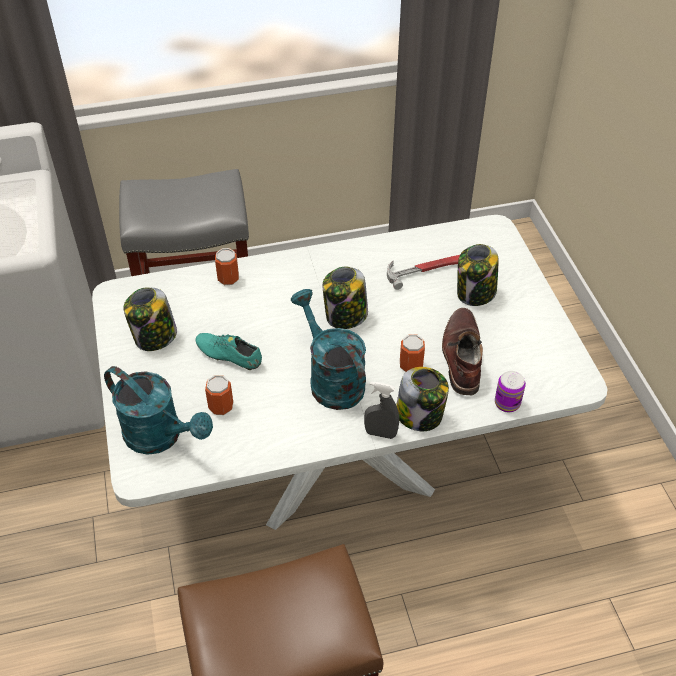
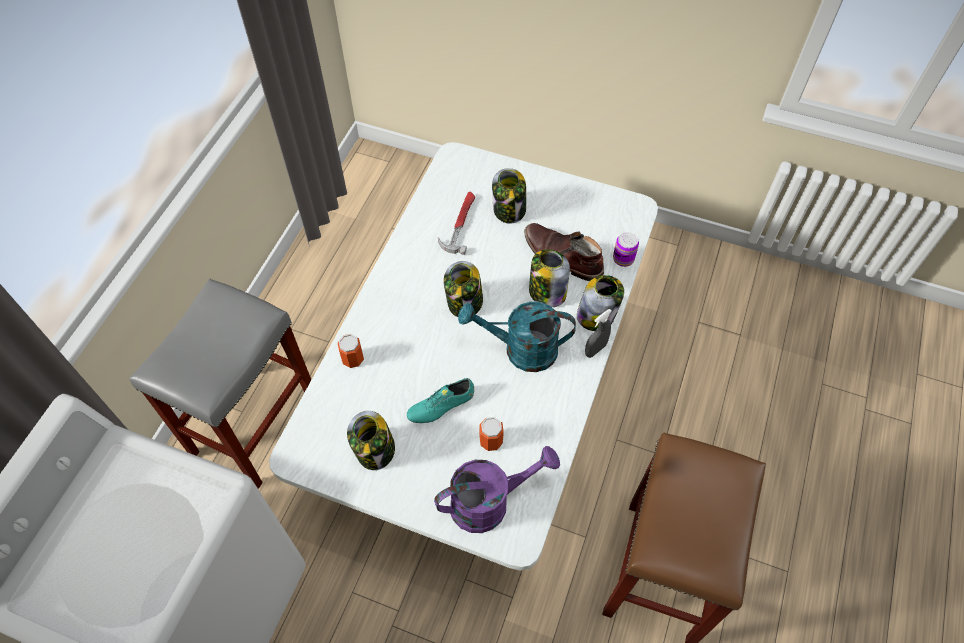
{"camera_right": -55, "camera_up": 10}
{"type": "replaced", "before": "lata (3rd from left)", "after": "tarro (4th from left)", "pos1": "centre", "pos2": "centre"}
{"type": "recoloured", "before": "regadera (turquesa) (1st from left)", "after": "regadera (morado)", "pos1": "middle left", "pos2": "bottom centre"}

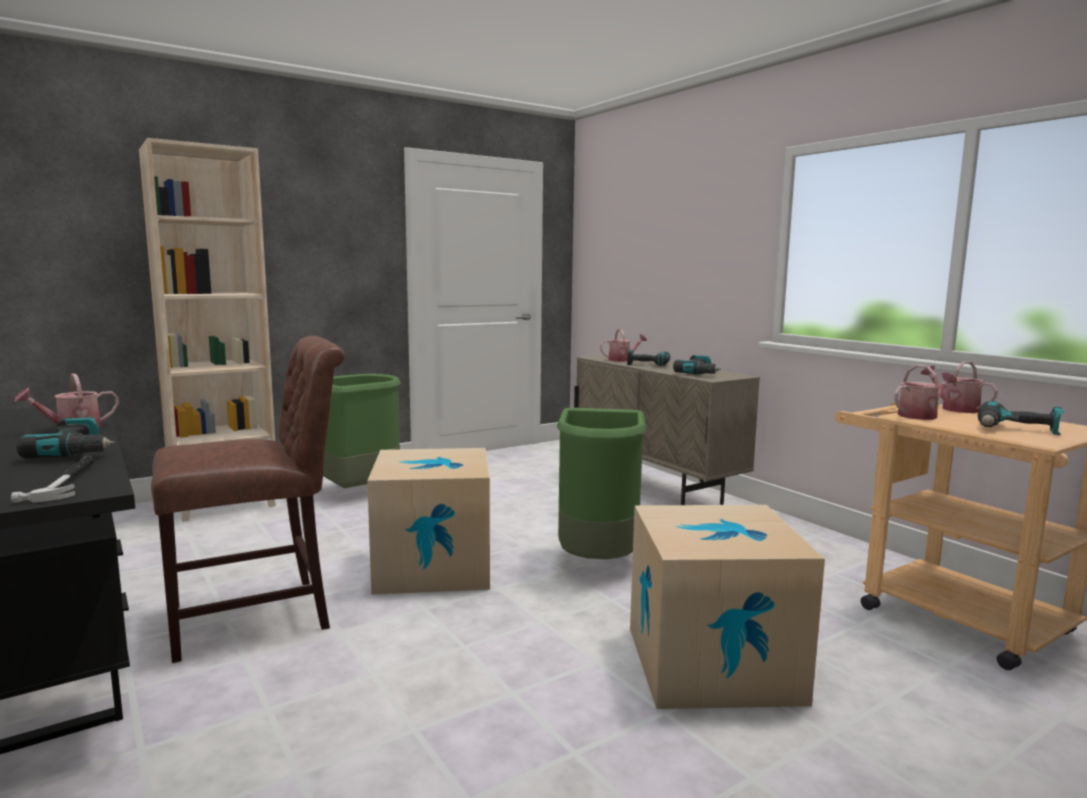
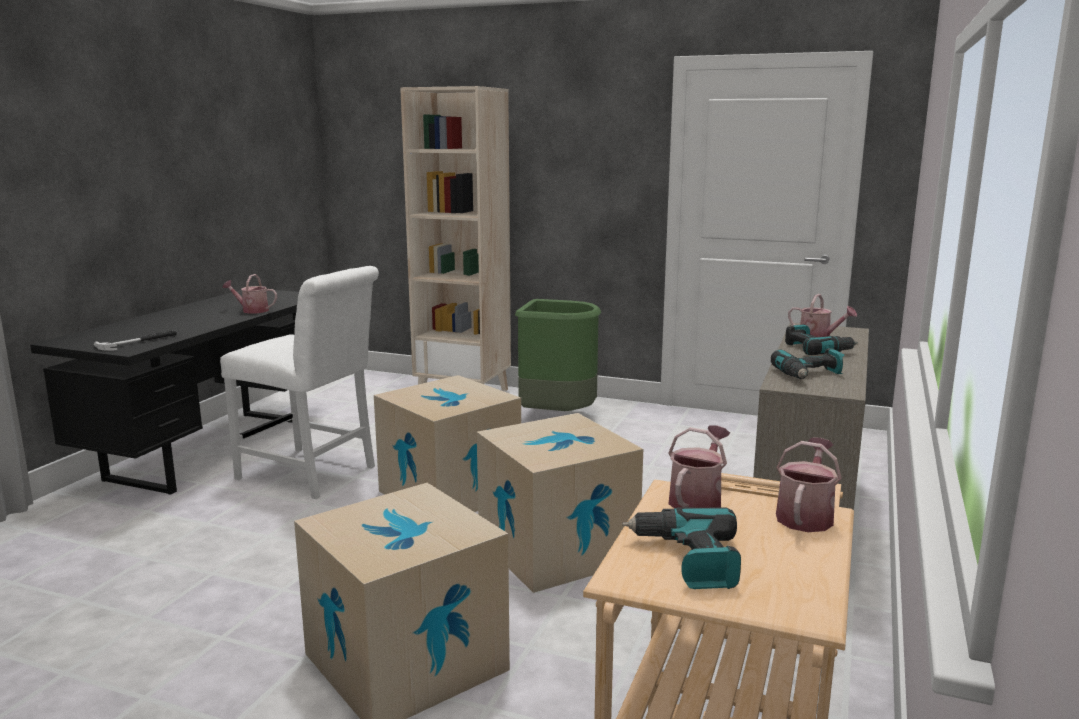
{"camera_right": 55, "camera_up": 5}
{"type": "removed", "before": "taladro (1st from left)", "pos1": "middle left"}
{"type": "replaced", "before": "papelera (verde) (2nd from left)", "after": "caja de cartón (3rd from left)", "pos1": "centre", "pos2": "bottom centre"}
{"type": "recoloured", "before": "silla (marrón)", "after": "silla (blanco)", "pos1": "middle left", "pos2": "middle left"}
{"type": "turned", "before": "regadera (3rd from left in the first image)", "pos1": "middle right", "pos2": "centre", "turn": -90}

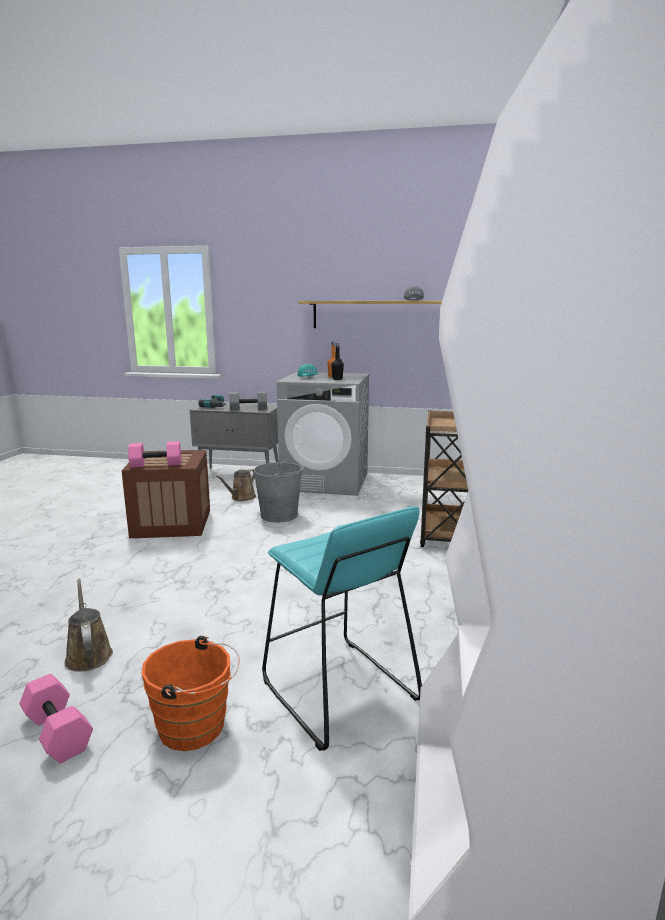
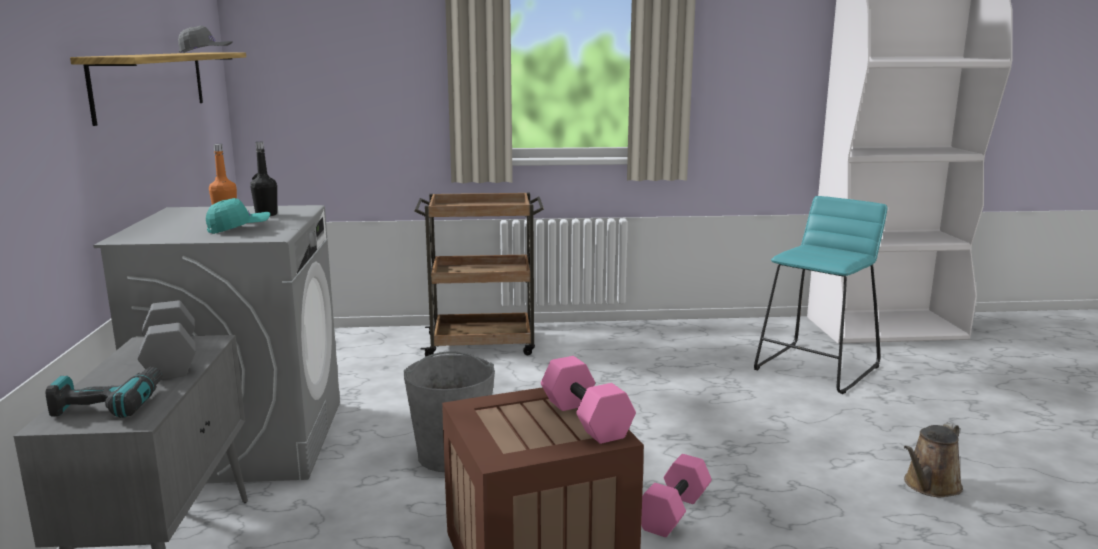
{"camera_right": -105, "camera_up": 0}
{"type": "removed", "before": "cubo (naranja)", "pos1": "bottom left"}
{"type": "removed", "before": "regadera (marrón) (2nd from left)", "pos1": "centre"}
{"type": "moved", "before": "mancuerna (rosa) (1st from left in the first image)", "after": "mancuerna (rosa) (2nd from left)", "pos1": "bottom left", "pos2": "bottom centre"}

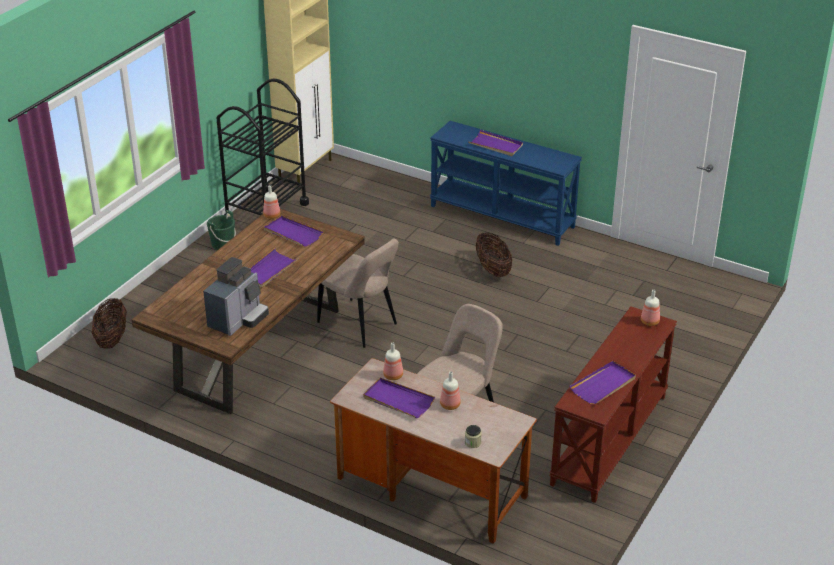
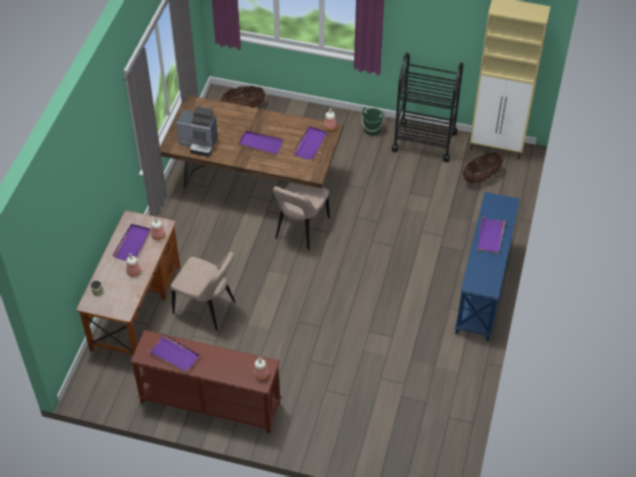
{"camera_right": 75, "camera_up": 15}
{"type": "moved", "before": "cesta (2nd from left)", "pos1": "centre", "pos2": "middle right"}

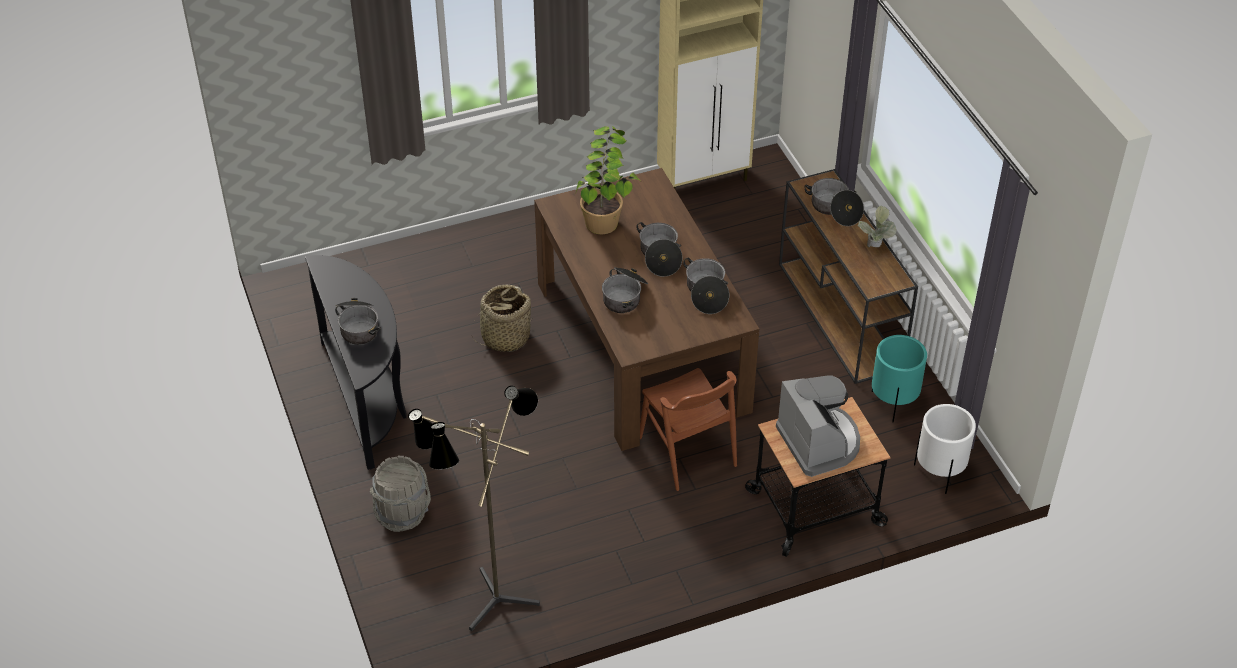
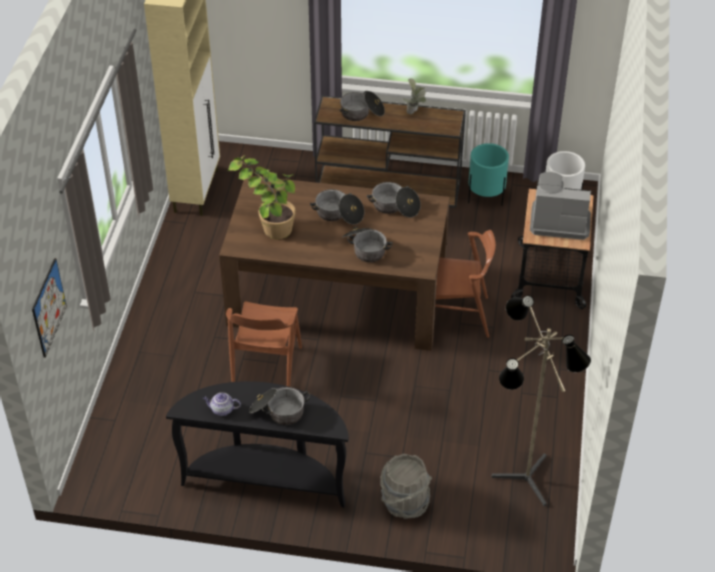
{"camera_right": -60, "camera_up": 0}
{"type": "added", "after": "cuadro", "pos2": "middle left"}
{"type": "added", "after": "tetera", "pos2": "bottom left"}
{"type": "replaced", "before": "cesta", "after": "silla (marrón) (1st from left)", "pos1": "centre", "pos2": "centre"}

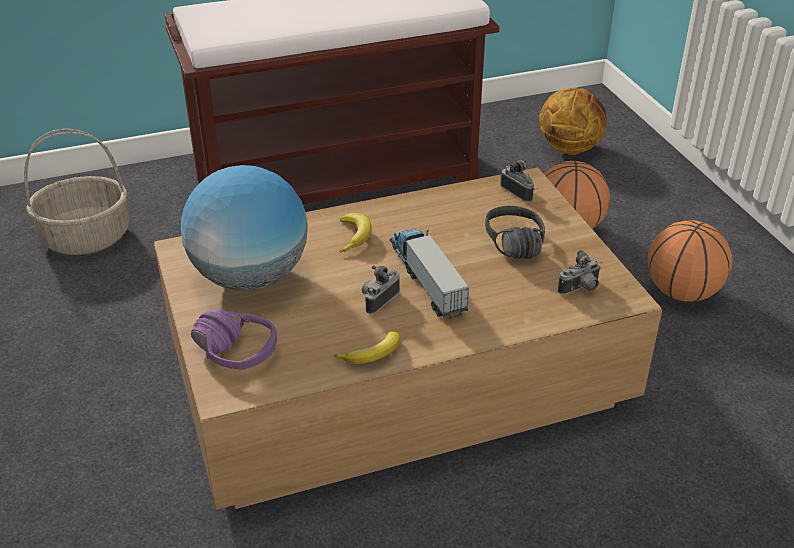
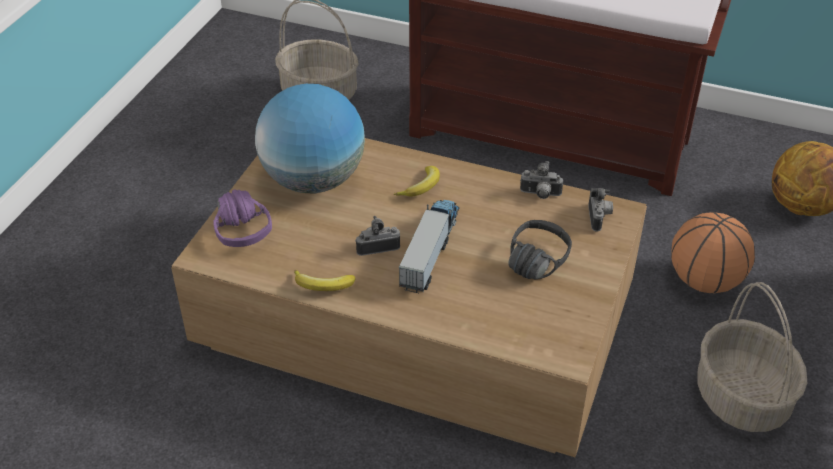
{"camera_right": 40, "camera_up": 5}
{"type": "moved", "before": "cámara (3rd from left in the first image)", "after": "cámara (2nd from left)", "pos1": "middle right", "pos2": "centre"}
{"type": "replaced", "before": "balón de baloncesto (3rd from left)", "after": "cesta (2nd from left)", "pos1": "middle right", "pos2": "bottom right"}

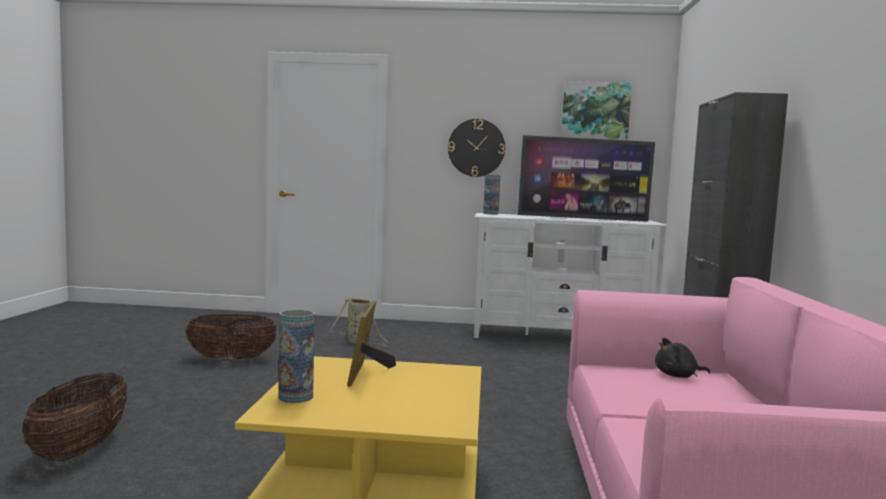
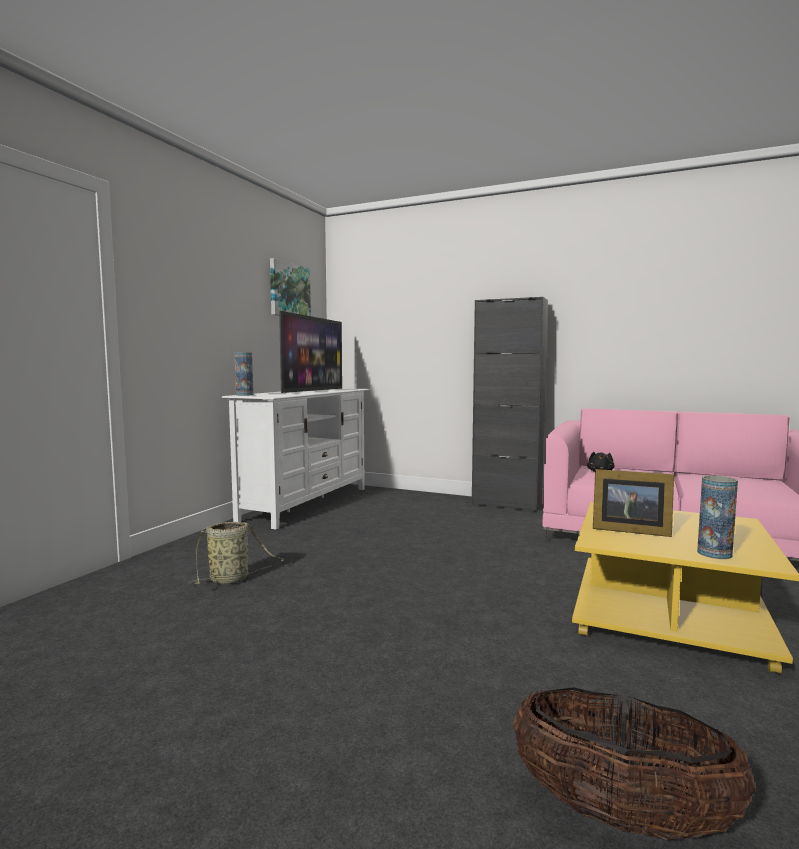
{"camera_right": -70, "camera_up": 0}
{"type": "removed", "before": "cesta (2nd from left)", "pos1": "bottom left"}
{"type": "removed", "before": "reloj de pared", "pos1": "top centre"}

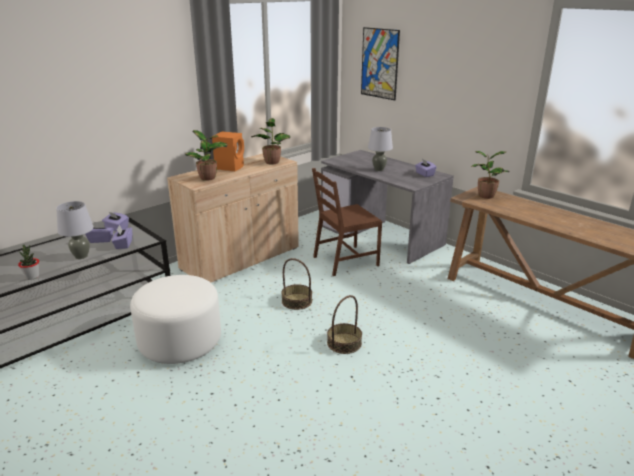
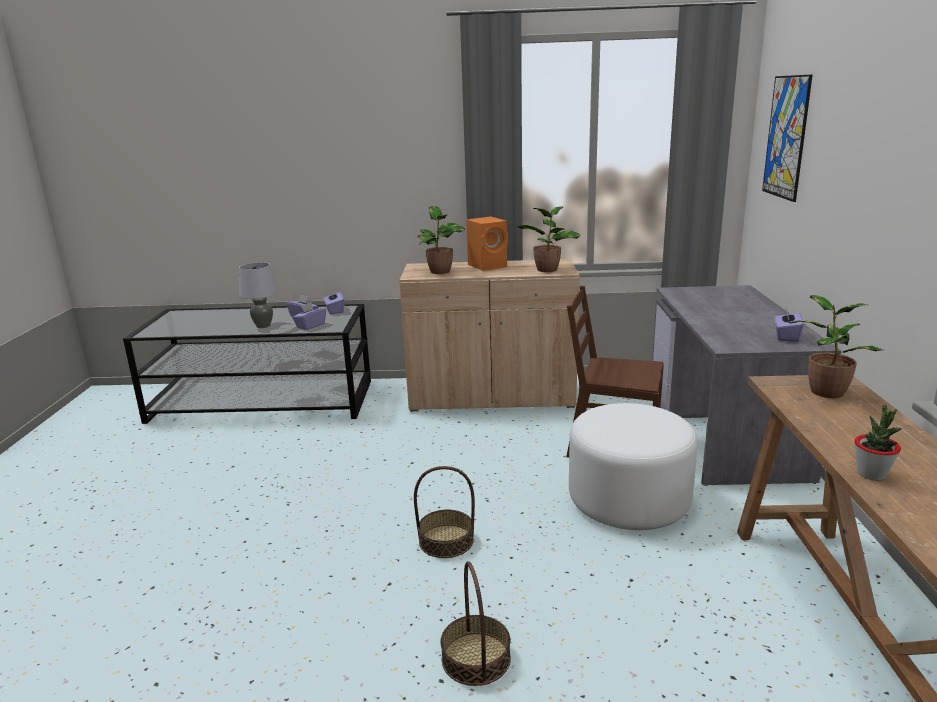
{"camera_right": 45, "camera_up": -5}
{"type": "removed", "before": "lámpara de mesa (gris) (2nd from left)", "pos1": "top centre"}
{"type": "moved", "before": "planta en maceta (1st from left in the first image)", "after": "planta en maceta (4th from left)", "pos1": "middle left", "pos2": "middle right"}
{"type": "moved", "before": "puf (blanco)", "pos1": "bottom left", "pos2": "middle right"}
{"type": "moved", "before": "cesta (1st from left in the first image)", "after": "cesta (2nd from left)", "pos1": "centre", "pos2": "bottom centre"}

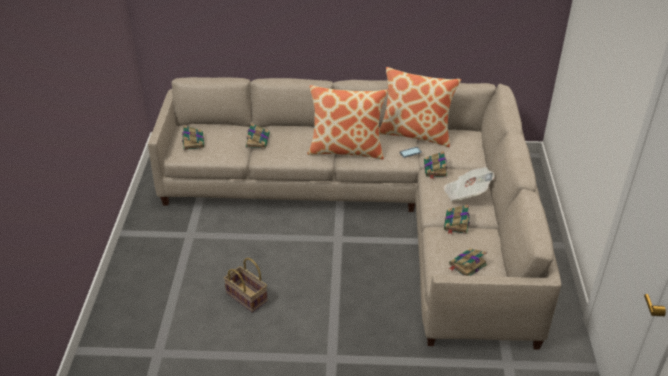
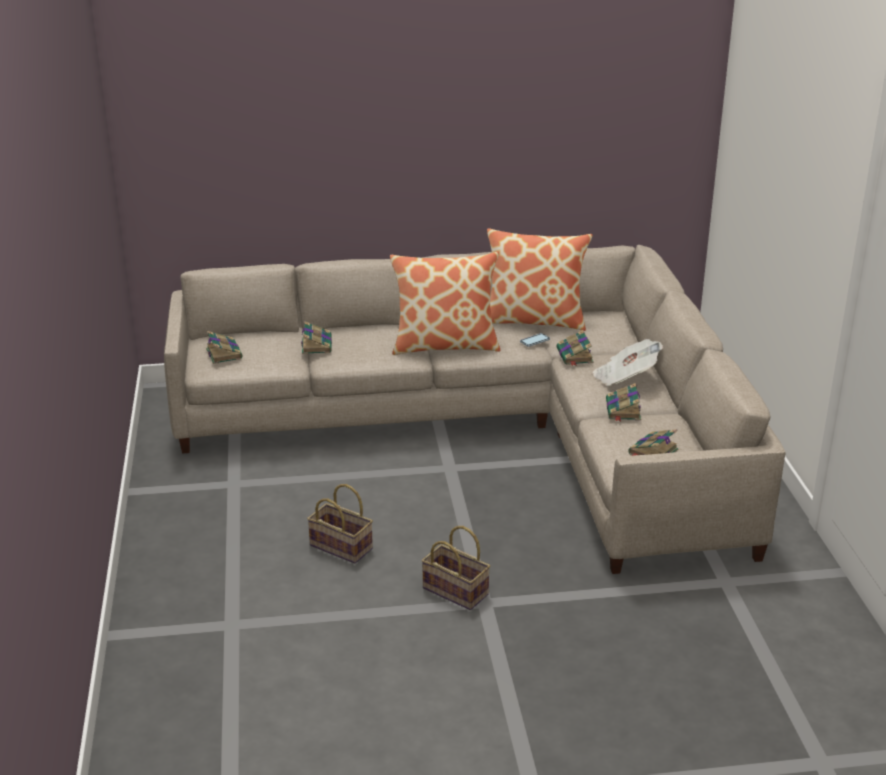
{"camera_right": -10, "camera_up": -10}
{"type": "added", "after": "cesta (2nd from left)", "pos2": "bottom centre"}

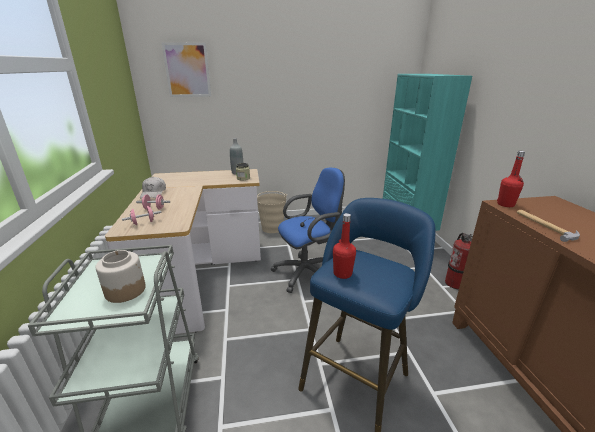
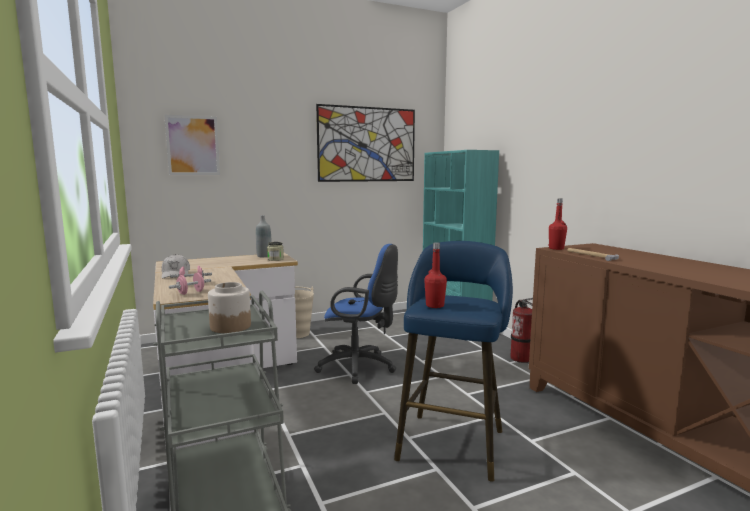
{"camera_right": -15, "camera_up": -15}
{"type": "added", "after": "cuadro (2nd from left)", "pos2": "top centre"}
{"type": "turned", "before": "silla de oficina (azul)", "pos1": "centre", "pos2": "centre", "turn": 60}

